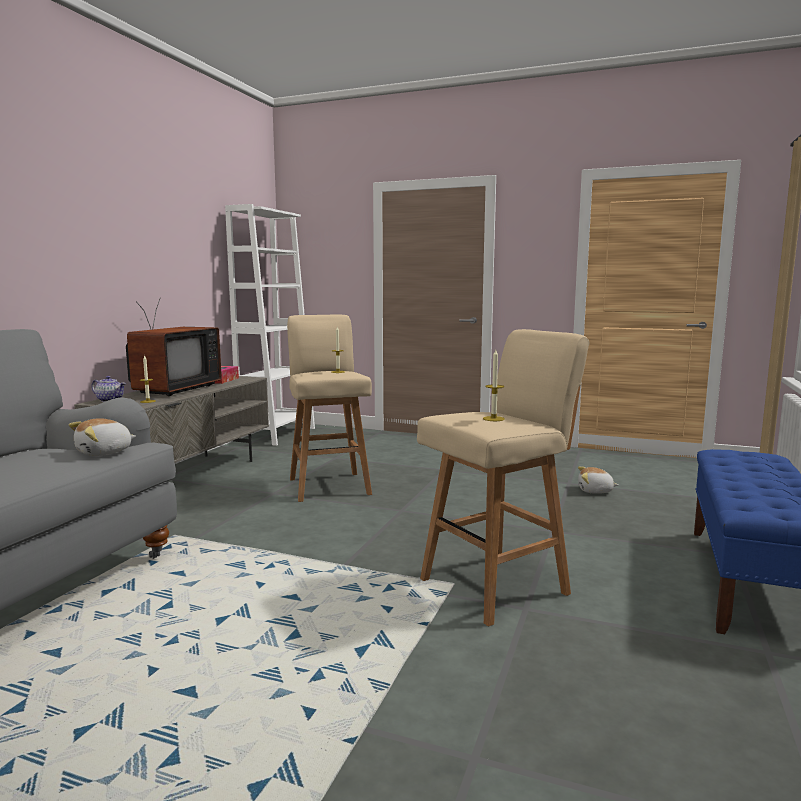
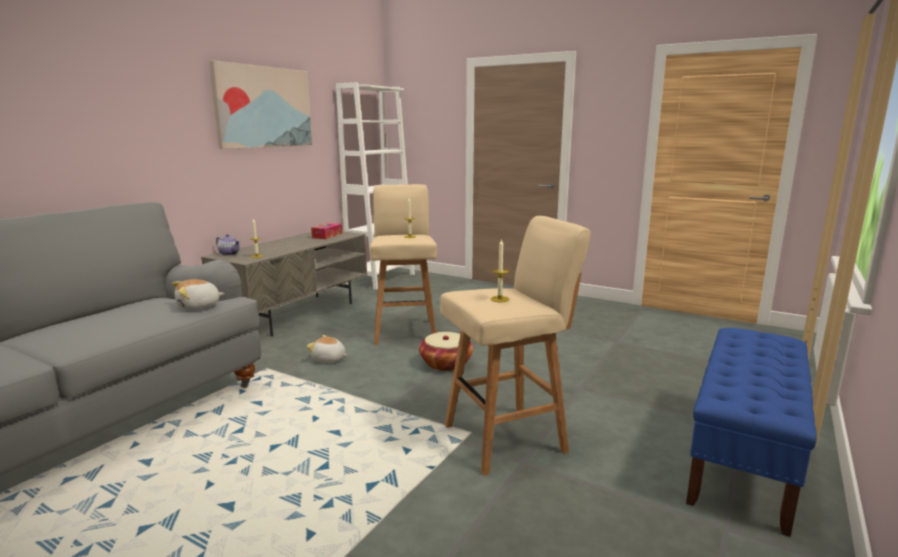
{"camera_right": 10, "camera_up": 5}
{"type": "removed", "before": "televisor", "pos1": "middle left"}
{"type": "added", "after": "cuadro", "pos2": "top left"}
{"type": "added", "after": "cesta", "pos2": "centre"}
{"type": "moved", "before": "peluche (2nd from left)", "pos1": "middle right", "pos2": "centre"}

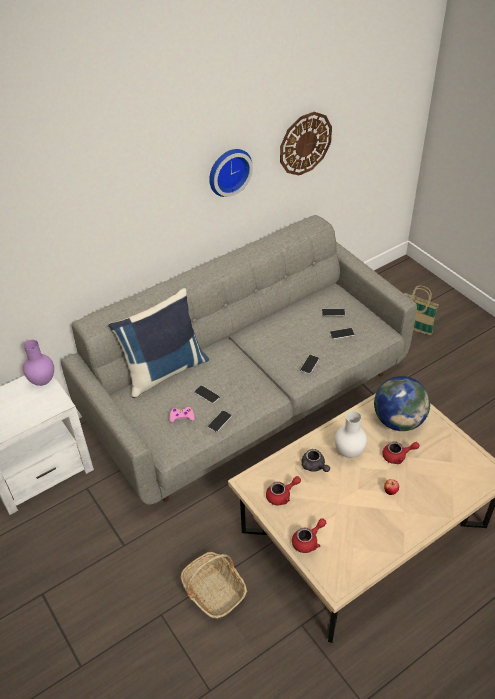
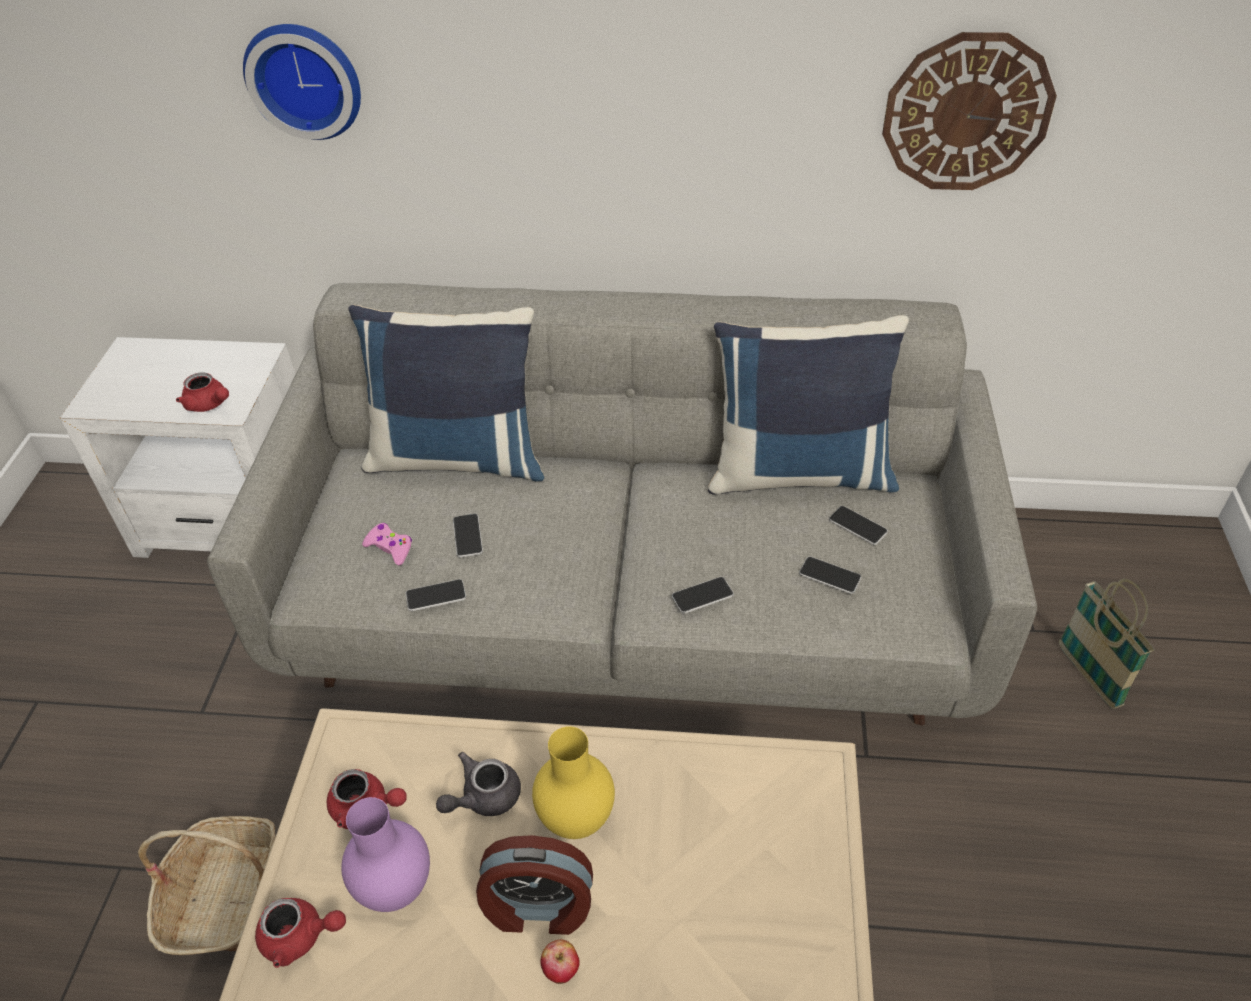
{"camera_right": 40, "camera_up": 0}
{"type": "removed", "before": "globo terráqueo", "pos1": "middle right"}
{"type": "added", "after": "despertador", "pos2": "bottom centre"}
{"type": "added", "after": "cojín (azul) (2nd from left)", "pos2": "centre"}
{"type": "moved", "before": "florero (morado)", "pos1": "middle left", "pos2": "bottom left"}
{"type": "moved", "before": "reloj de pared (1st from left)", "pos1": "top centre", "pos2": "top left"}
{"type": "moved", "before": "tetera (rojo) (3rd from left in the first image)", "after": "tetera (rojo) (1st from left)", "pos1": "middle right", "pos2": "middle left"}
{"type": "recoloured", "before": "florero (blanco)", "after": "florero (amarillo)", "pos1": "middle right", "pos2": "bottom centre"}
{"type": "turned", "before": "tetera (gris)", "pos1": "centre", "pos2": "bottom centre", "turn": 45}

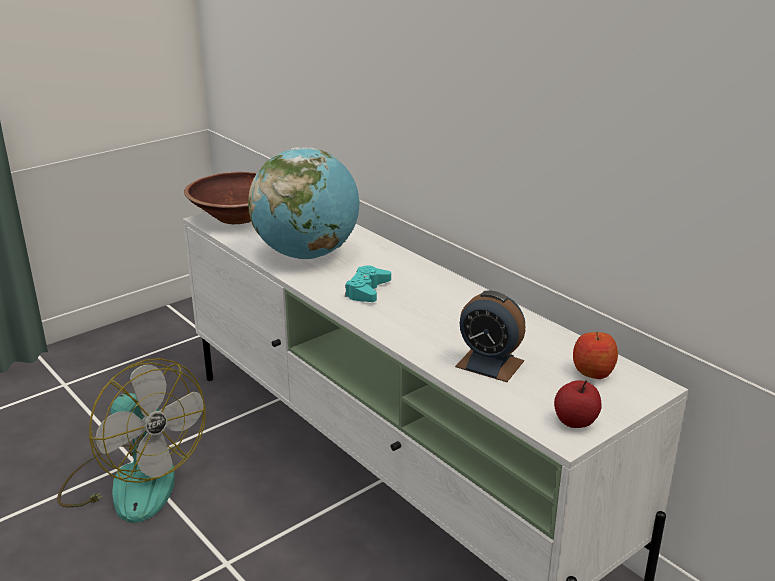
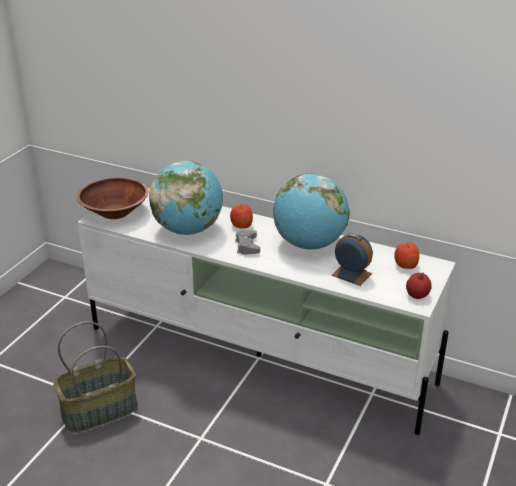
{"camera_right": -25, "camera_up": 5}
{"type": "added", "after": "manzana (1st from left)", "pos2": "centre"}
{"type": "added", "after": "globo terráqueo (2nd from left)", "pos2": "centre"}
{"type": "replaced", "before": "ventilador", "after": "cesta", "pos1": "bottom left", "pos2": "bottom left"}
{"type": "recoloured", "before": "mando de consola (turquesa)", "after": "mando de consola (gris)", "pos1": "centre", "pos2": "centre"}
{"type": "turned", "before": "despertador", "pos1": "centre", "pos2": "middle right", "turn": -150}

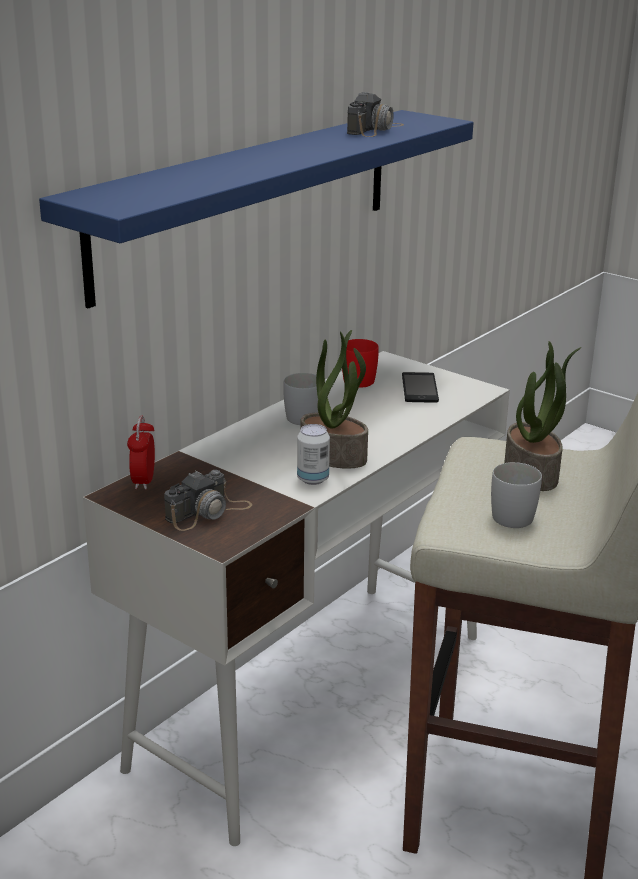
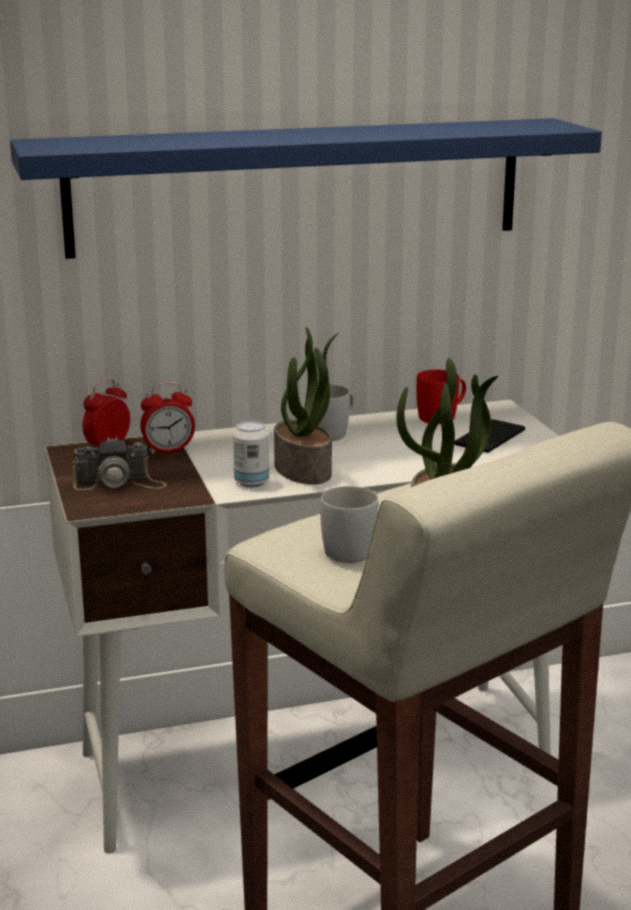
{"camera_right": 35, "camera_up": -5}
{"type": "removed", "before": "cámara (2nd from left)", "pos1": "top centre"}
{"type": "added", "after": "despertador (2nd from left)", "pos2": "middle left"}

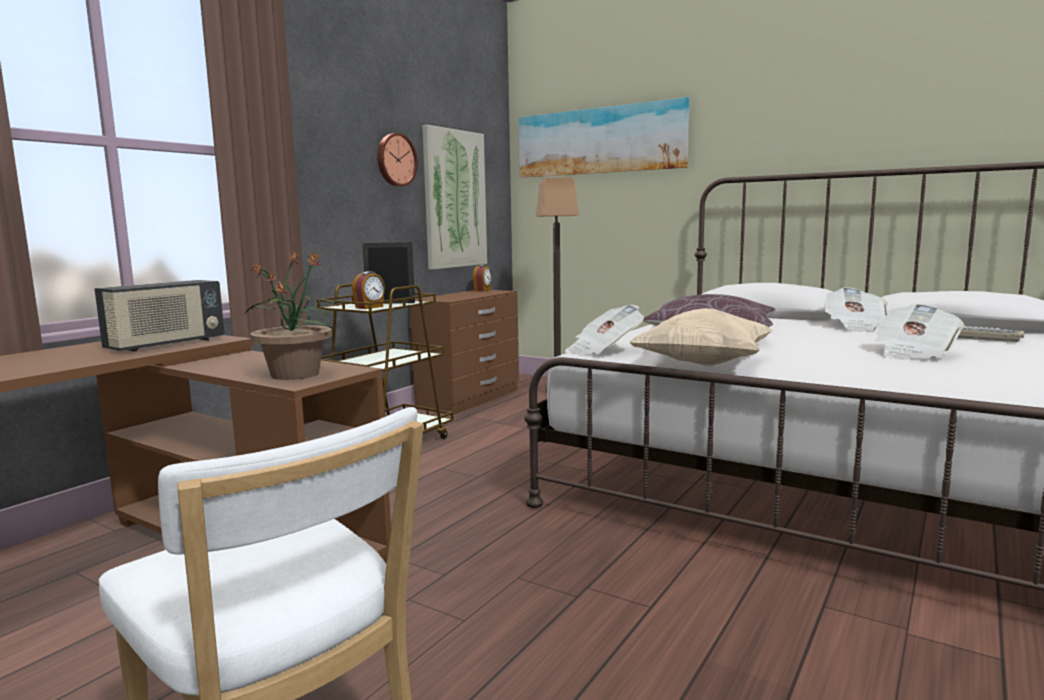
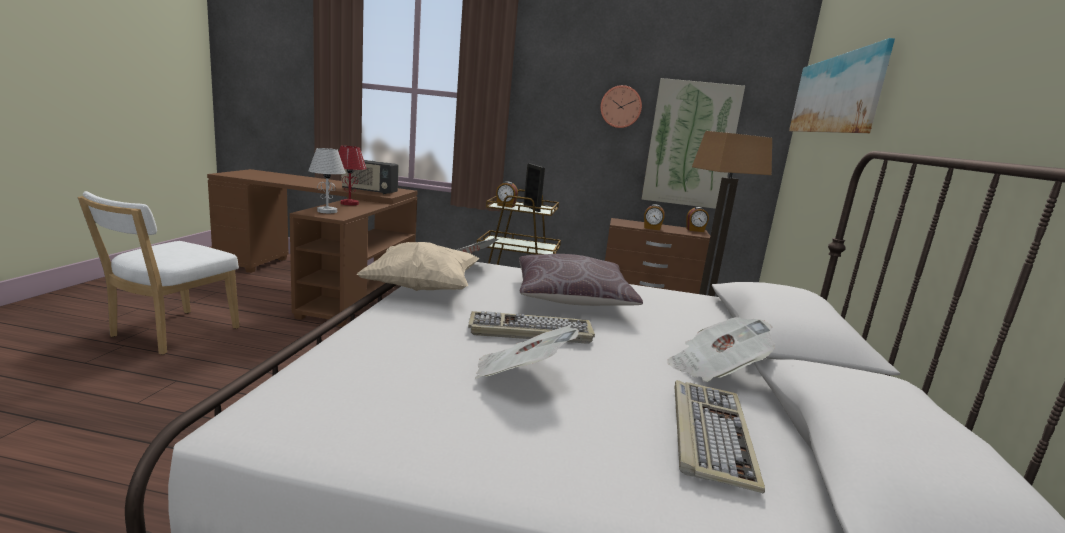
{"camera_right": 65, "camera_up": 5}
{"type": "added", "after": "lámpara de mesa (rojo)", "pos2": "top left"}
{"type": "added", "after": "teclado (1st from left)", "pos2": "centre"}
{"type": "added", "after": "despertador (2nd from left)", "pos2": "centre"}
{"type": "replaced", "before": "planta en maceta", "after": "lámpara de mesa (blanco)", "pos1": "middle left", "pos2": "middle left"}

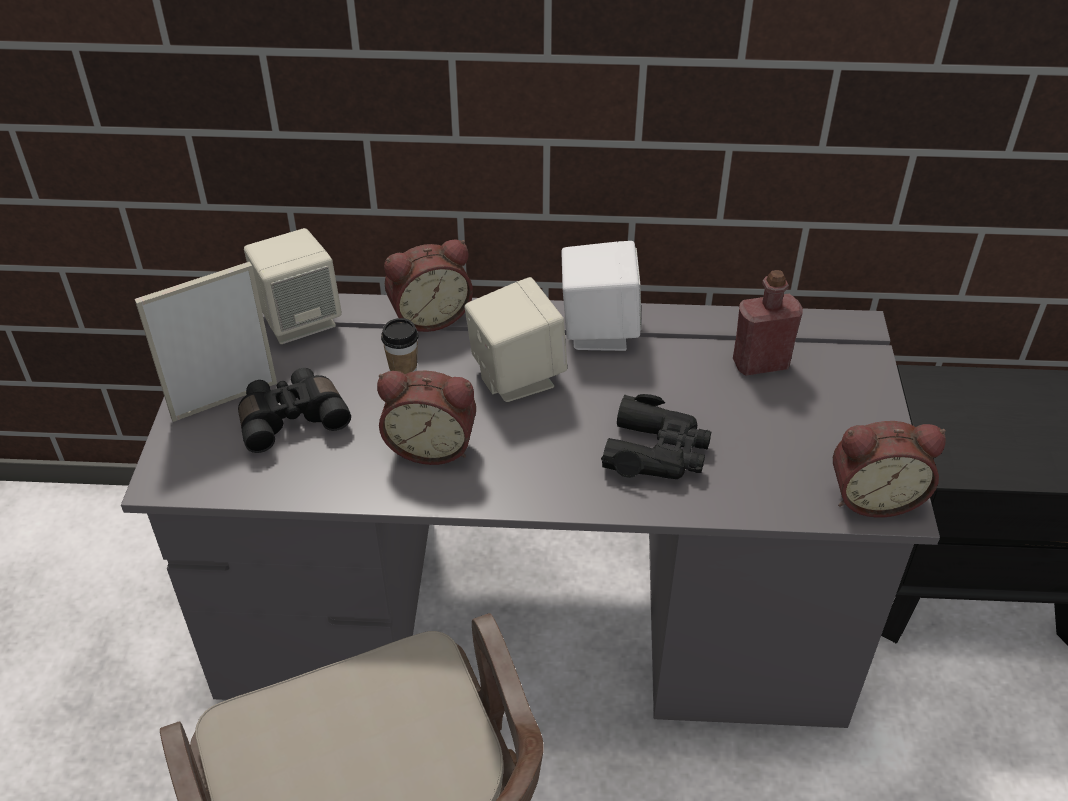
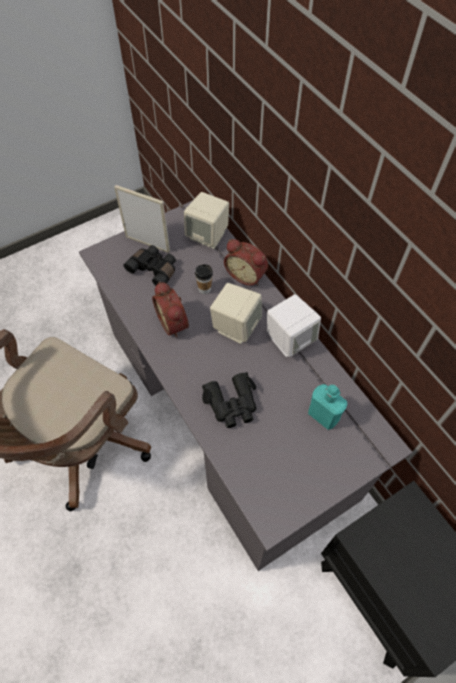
{"camera_right": 55, "camera_up": 15}
{"type": "removed", "before": "despertador (3rd from left)", "pos1": "middle right"}
{"type": "recoloured", "before": "botella (rojo)", "after": "botella (turquesa)", "pos1": "middle right", "pos2": "middle right"}

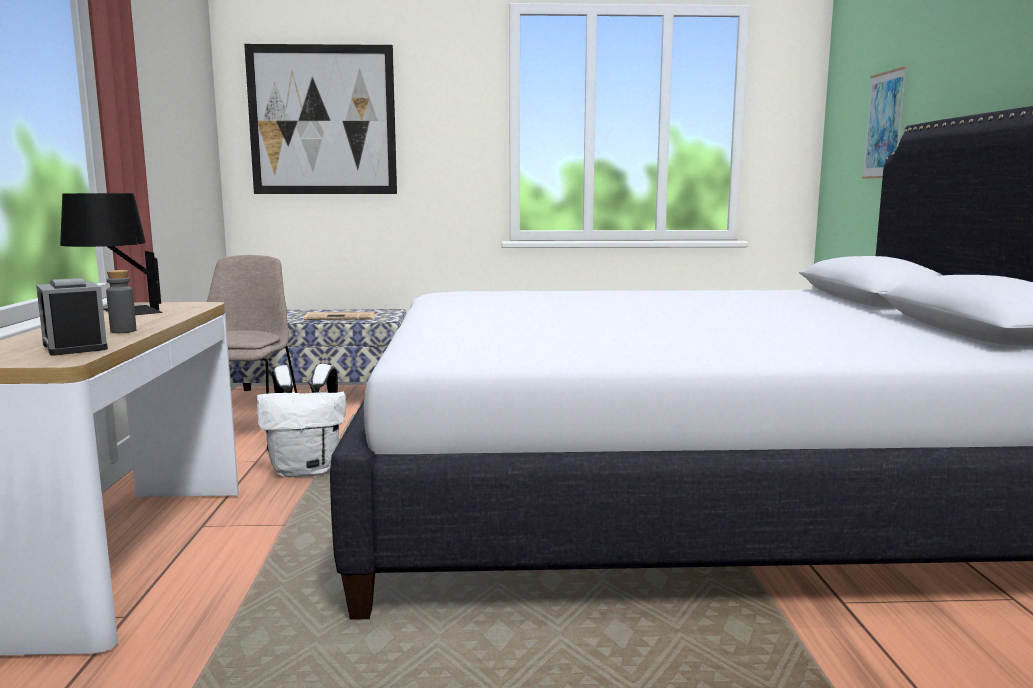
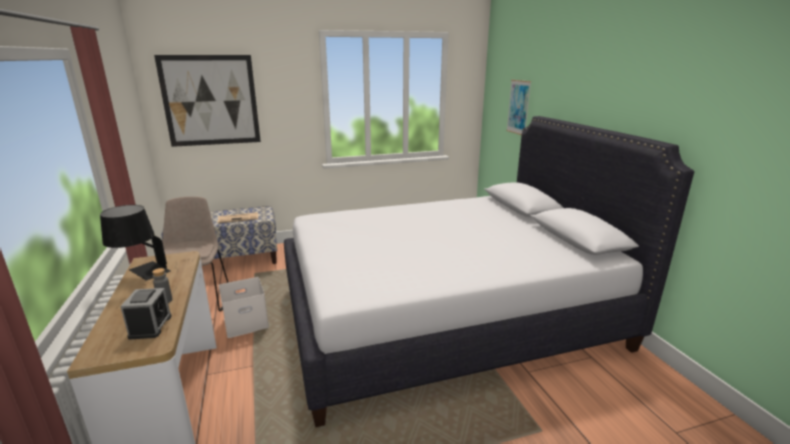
{"camera_right": -15, "camera_up": 10}
{"type": "replaced", "before": "mochila (blanco)", "after": "caja de almacenaje (blanco)", "pos1": "middle left", "pos2": "bottom left"}
{"type": "turned", "before": "despertador", "pos1": "middle left", "pos2": "bottom left", "turn": -135}

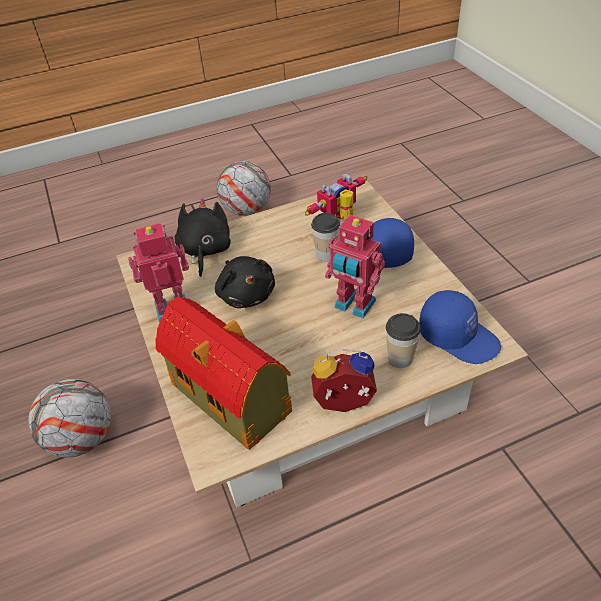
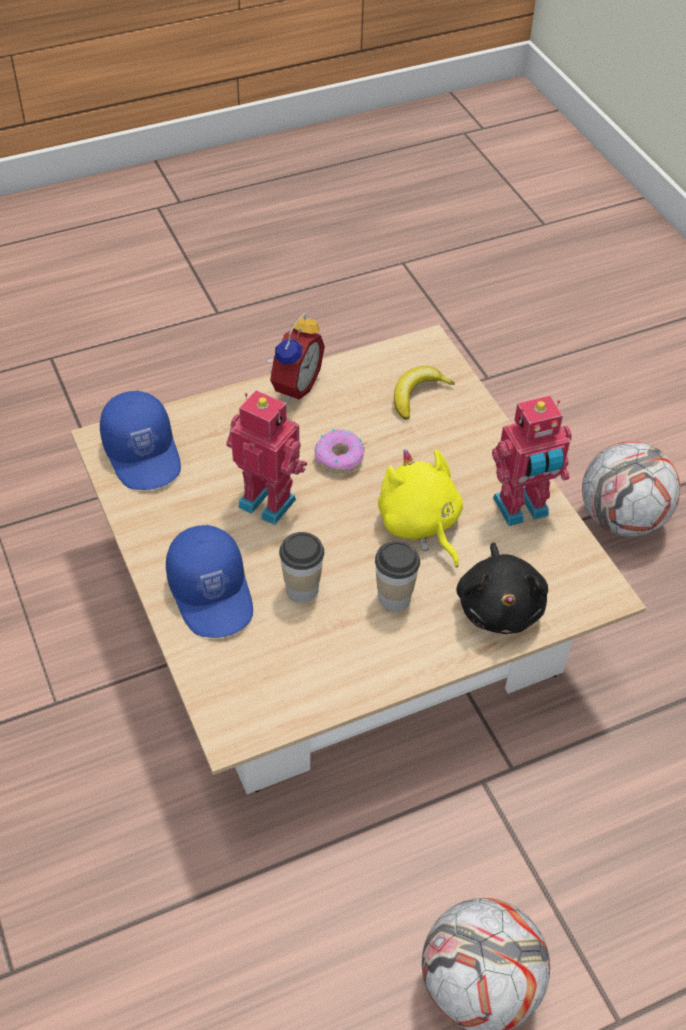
{"camera_right": 175, "camera_up": 5}
{"type": "removed", "before": "robot de juguete (2nd from left)", "pos1": "top centre"}
{"type": "added", "after": "rosquilla", "pos2": "centre"}
{"type": "moved", "before": "taza (2nd from left)", "pos1": "middle right", "pos2": "centre"}
{"type": "replaced", "before": "casita", "after": "plátano", "pos1": "centre", "pos2": "centre"}
{"type": "recoloured", "before": "peluche (negro) (2nd from left)", "after": "peluche (amarillo)", "pos1": "centre", "pos2": "centre"}
{"type": "turned", "before": "despertador", "pos1": "centre", "pos2": "centre", "turn": -60}
{"type": "turned", "before": "gorra (azul) (2nd from left in the first image)", "pos1": "middle right", "pos2": "middle left", "turn": -150}

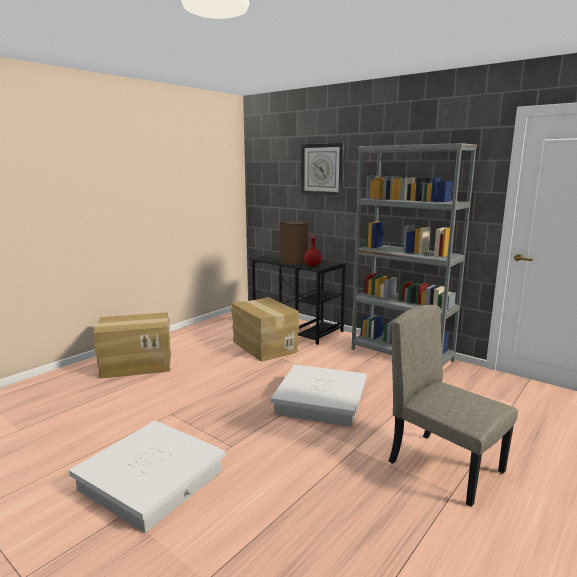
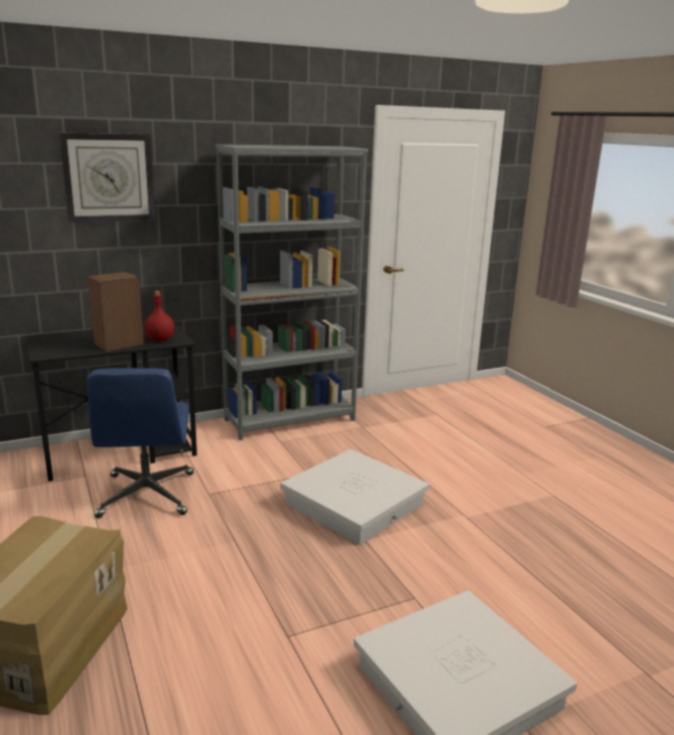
{"camera_right": -65, "camera_up": 5}
{"type": "removed", "before": "silla (beis)", "pos1": "bottom right"}
{"type": "replaced", "before": "caja de cartón (2nd from left)", "after": "silla de oficina (azul)", "pos1": "centre", "pos2": "middle left"}

